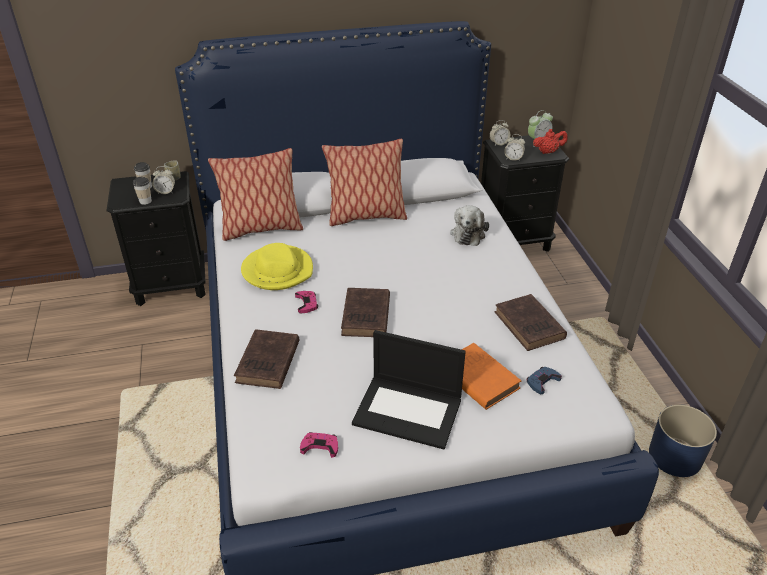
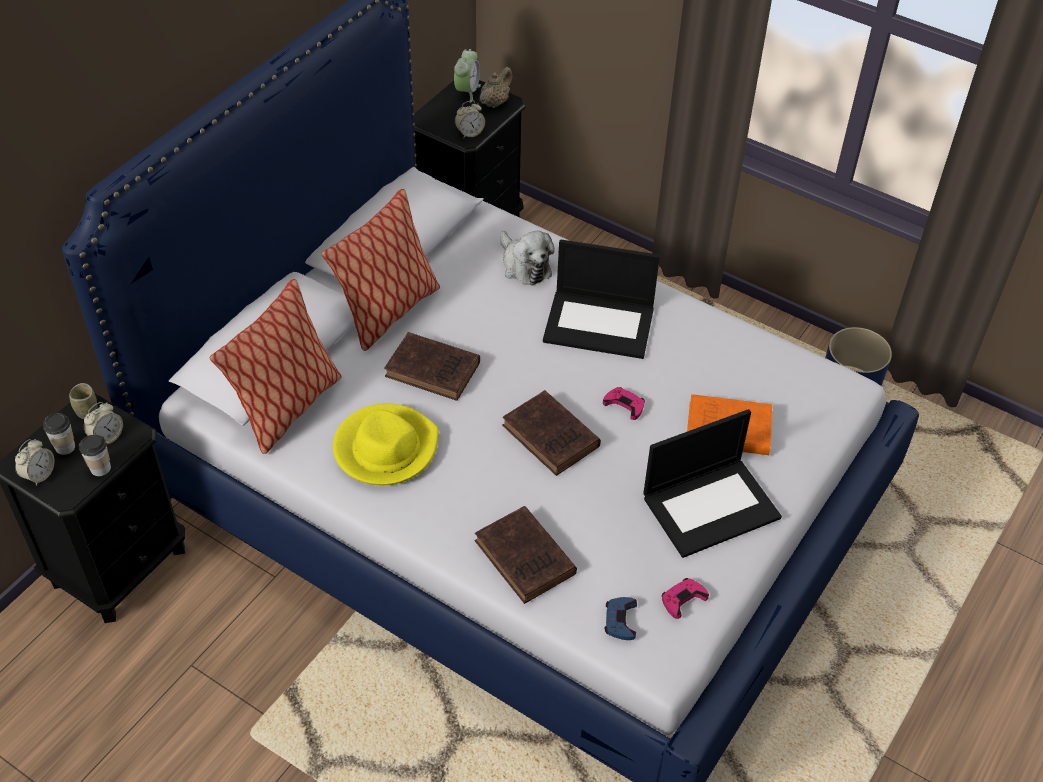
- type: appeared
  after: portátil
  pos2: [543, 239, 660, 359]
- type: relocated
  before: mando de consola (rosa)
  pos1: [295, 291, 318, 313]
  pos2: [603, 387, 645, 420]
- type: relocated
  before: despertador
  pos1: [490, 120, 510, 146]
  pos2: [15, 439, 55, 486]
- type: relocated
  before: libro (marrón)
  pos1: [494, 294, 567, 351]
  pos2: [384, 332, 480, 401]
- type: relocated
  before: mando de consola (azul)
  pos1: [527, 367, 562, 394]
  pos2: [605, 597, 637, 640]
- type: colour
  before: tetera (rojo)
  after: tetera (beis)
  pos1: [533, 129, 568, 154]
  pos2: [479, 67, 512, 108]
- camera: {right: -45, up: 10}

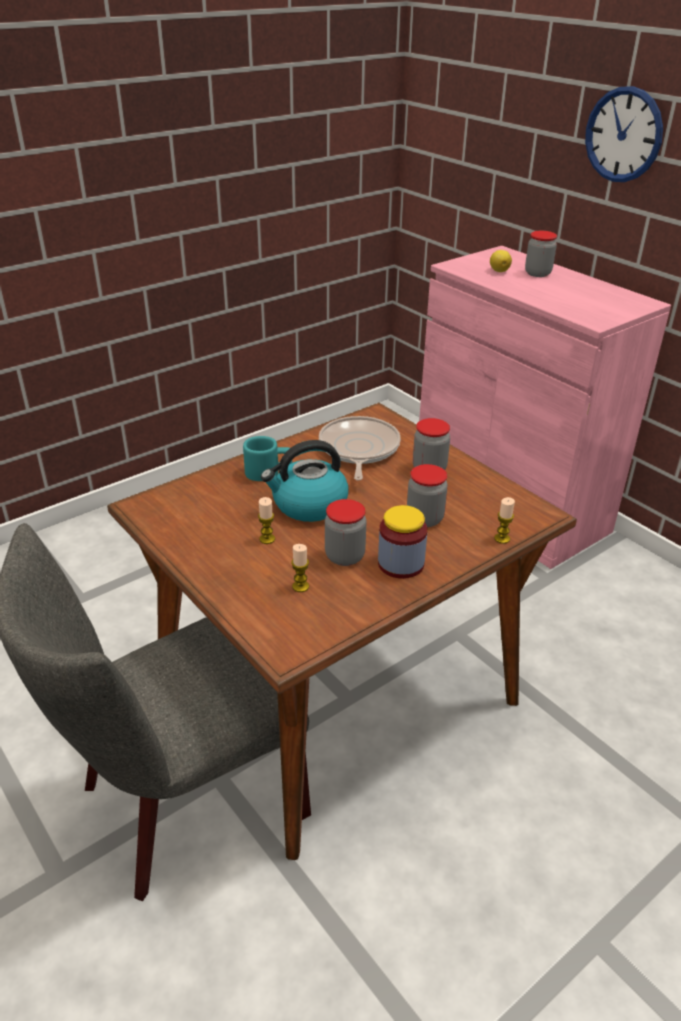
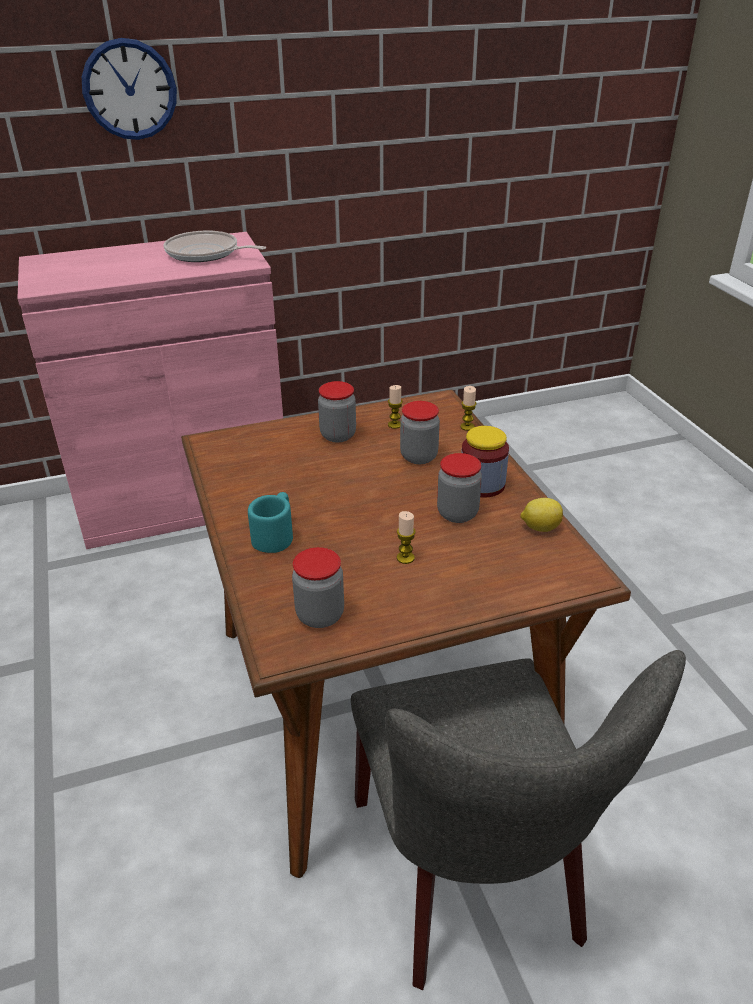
- type: missing
  before: hervidor
  pos1: [261, 440, 349, 522]
- type: relocated
  before: vela
  pos1: [291, 544, 309, 592]
  pos2: [388, 385, 403, 429]
- type: relocated
  before: sartén
  pos1: [319, 416, 401, 481]
  pos2: [163, 230, 266, 262]
- type: relocated
  before: limón
  pos1: [490, 250, 512, 272]
  pos2: [520, 498, 563, 532]
- type: relocated
  before: tarro
  pos1: [525, 231, 557, 277]
  pos2: [292, 547, 344, 628]
- camera: {right: -70, up: 0}

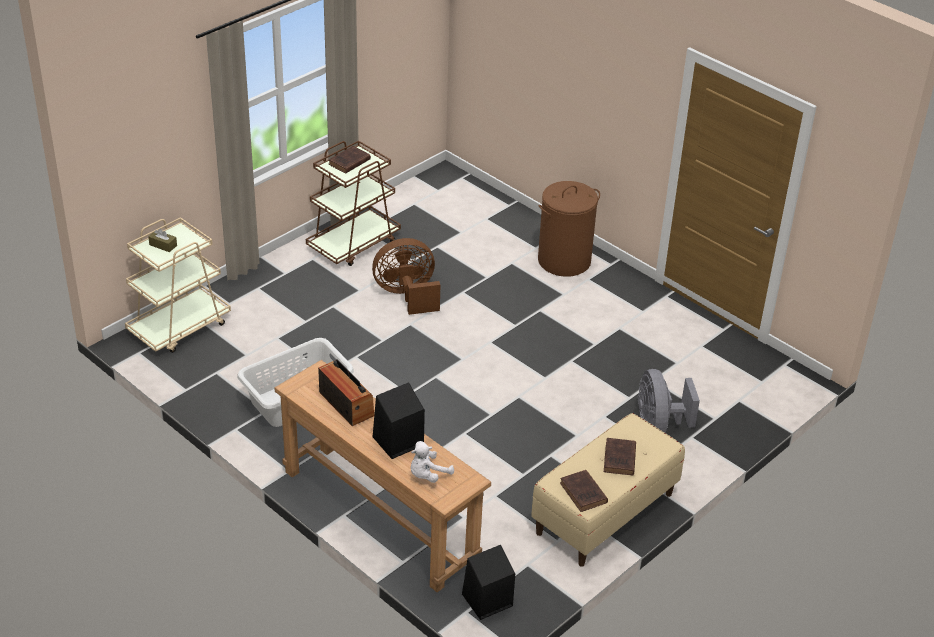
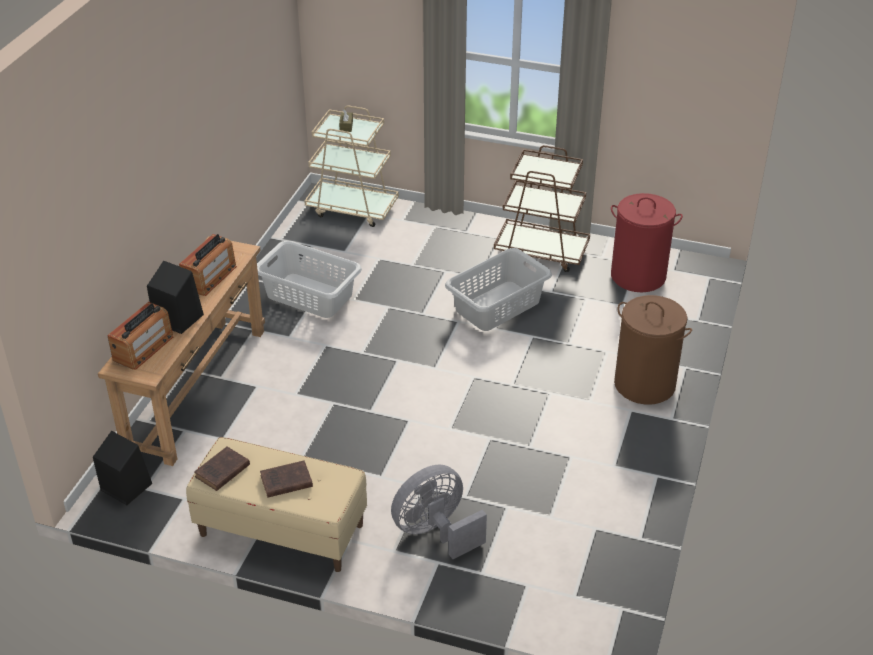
- type: missing
  before: libro (marrón)
  pos1: [329, 146, 371, 174]
- type: appeared
  after: cesto de la ropa (rojo)
  pos2: [611, 193, 683, 292]
- type: exchanged
  before: ventilador (marrón)
  after: cesto de la ropa (gris)
  pos1: [372, 238, 440, 315]
  pos2: [445, 248, 552, 331]
- type: exchanged
  before: peluche (blanco)
  after: radio
  pos1: [411, 441, 454, 483]
  pos2: [107, 302, 174, 370]
- camera: {right: 65, up: 0}

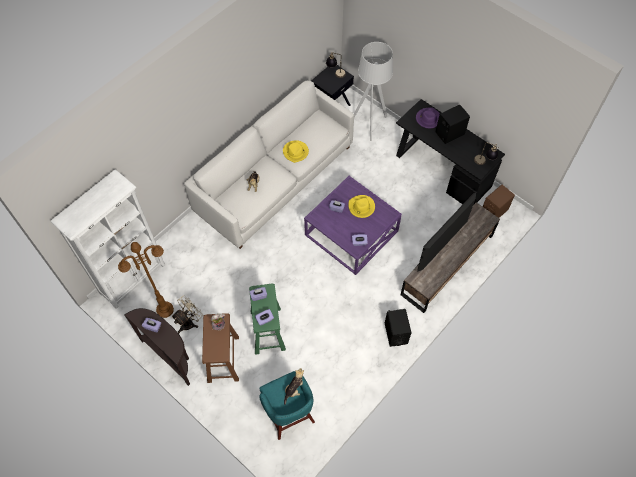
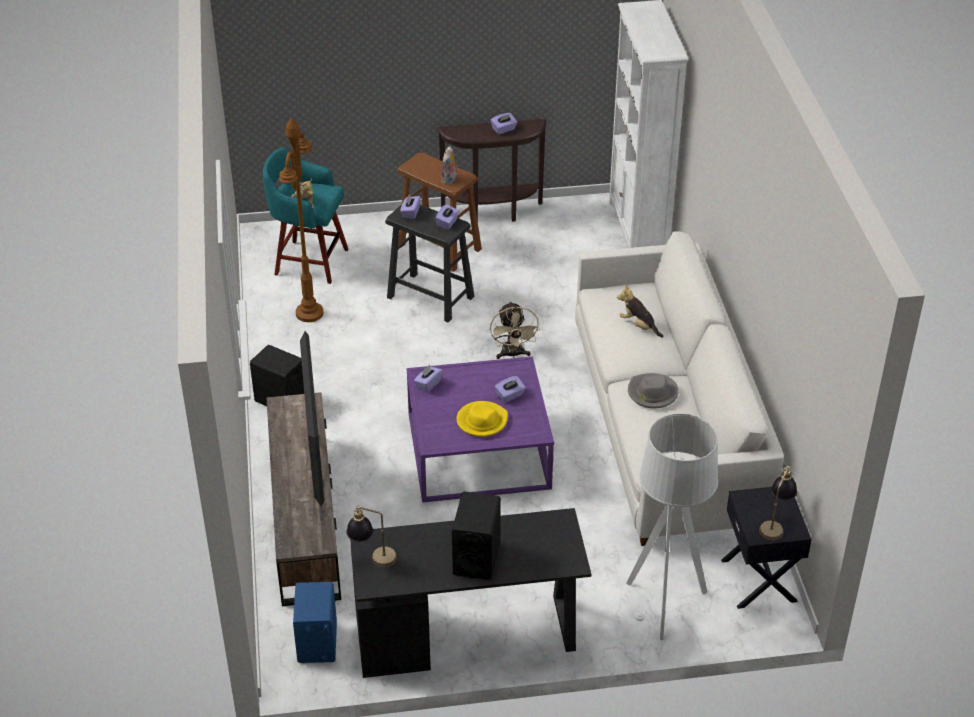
- type: missing
  before: sombrero (morado)
  pos1: [416, 107, 440, 128]
- type: relocated
  before: lámpara de pie (marrón)
  pos1: [118, 242, 174, 318]
  pos2: [279, 118, 324, 322]
- type: relocated
  before: ventilador (beis)
  pos1: [171, 295, 202, 333]
  pos2: [490, 301, 540, 359]
- type: colour
  before: taburete (verde)
  after: taburete (negro)
  pos1: [249, 284, 286, 355]
  pos2: [385, 204, 474, 322]
- type: colour
  before: sombrero (amarillo)
  after: sombrero (gris)
  pos1: [283, 140, 309, 163]
  pos2: [628, 373, 679, 409]
- type: colour
  before: altavoz (marrón)
  after: altavoz (azul)
  pos1: [483, 185, 515, 218]
  pos2: [293, 582, 337, 663]
- camera: {right: 130, up: -20}

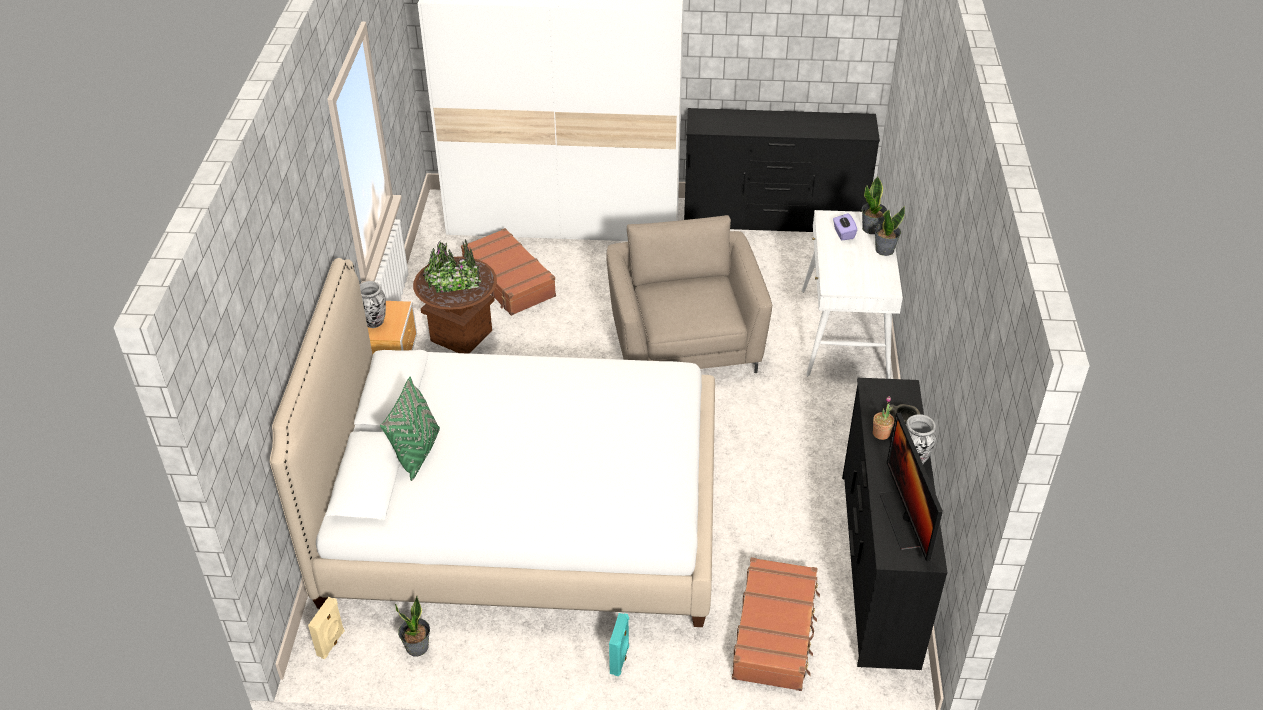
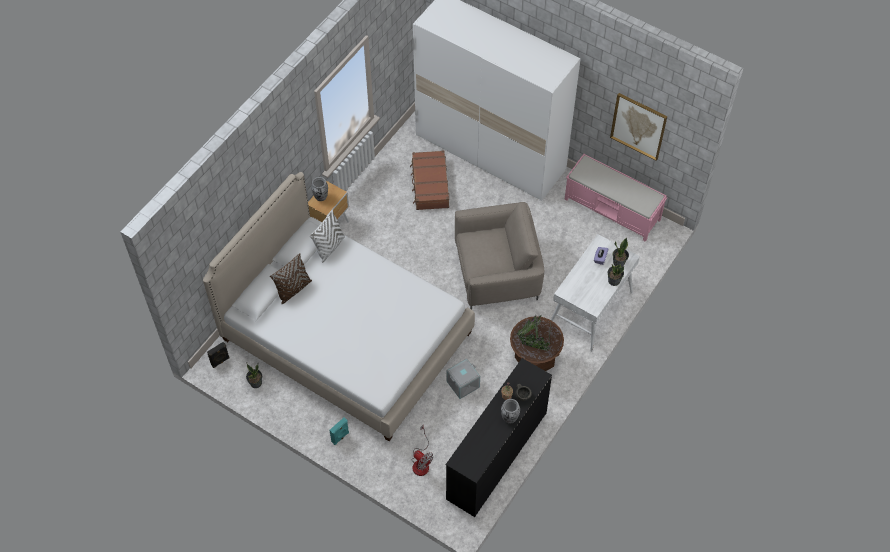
- type: missing
  before: monitor
  pos1: [880, 413, 943, 561]
- type: appeared
  after: cojín (blanco)
  pos2: [309, 210, 345, 263]
- type: appeared
  after: caja de almacenaje (gris)
  pos2: [447, 358, 480, 399]
- type: appeared
  after: cuadro
  pos2: [610, 93, 667, 161]
- type: relocated
  before: maceta (marrón)
  pos1: [413, 239, 497, 354]
  pos2: [510, 315, 564, 371]
- type: exchanged
  before: cómoda (negro)
  after: banco (rosa)
  pos1: [684, 108, 880, 232]
  pos2: [565, 154, 667, 242]
- type: exchanged
  before: maleta (marrón)
  after: ventilador
  pos1: [732, 557, 820, 691]
  pos2: [412, 424, 433, 476]
- type: colour
  before: altavoz (beis)
  after: altavoz (negro)
  pos1: [308, 597, 345, 659]
  pos2: [207, 342, 230, 368]
- type: colour
  before: cojín (verde)
  after: cojín (marrón)
  pos1: [380, 377, 440, 481]
  pos2: [270, 253, 312, 304]
- type: spun
  before: sillón (beis)
  pos1: [607, 215, 772, 373]
  pos2: [455, 202, 544, 309]
  turn: 60
- camera: {right: 30, up: 15}

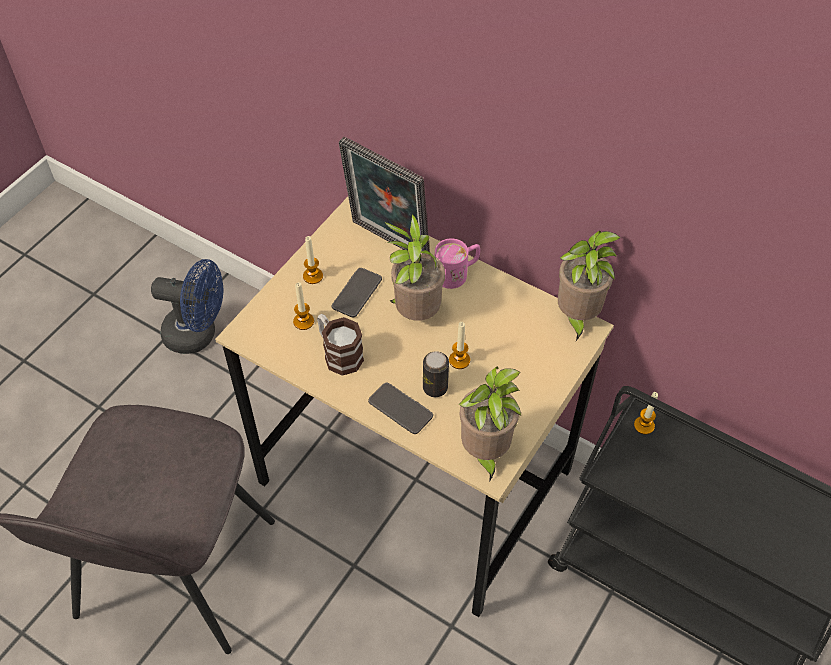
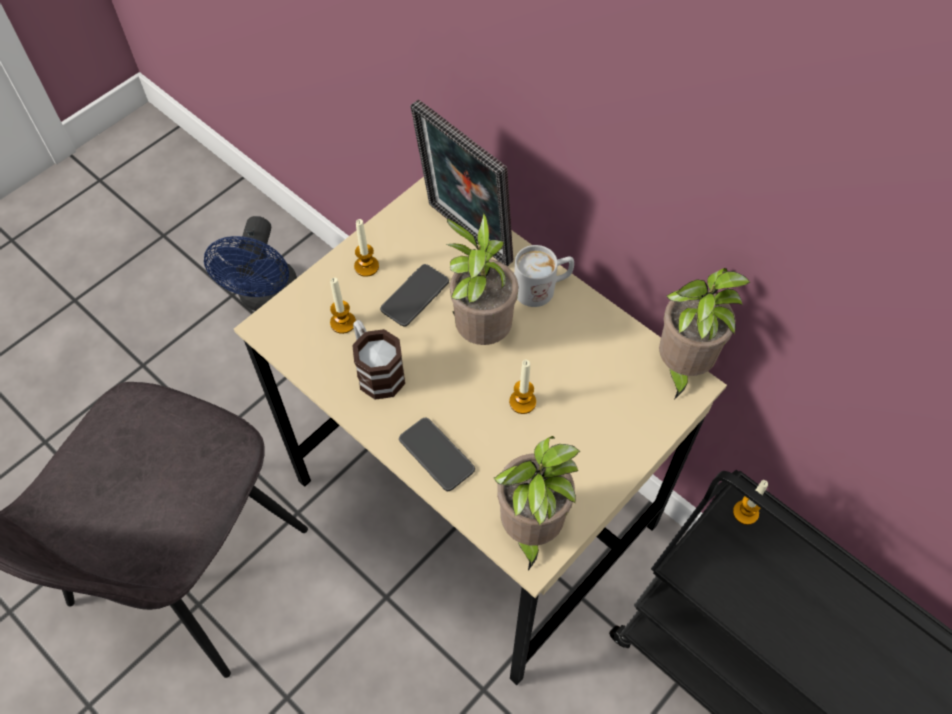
- type: missing
  before: lata
  pos1: [423, 351, 449, 397]
- type: colour
  before: taza grande (rosa)
  after: taza grande (blanco)
  pos1: [435, 239, 480, 289]
  pos2: [514, 245, 574, 307]
- type: spun
  before: ventilador (azul)
  pos1: [151, 259, 223, 354]
  pos2: [204, 216, 297, 311]
  turn: 75
- camera: {right: 10, up: 5}

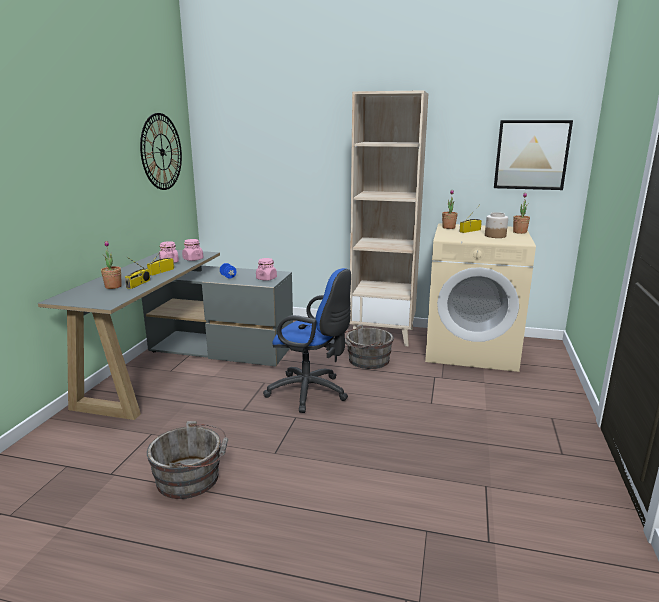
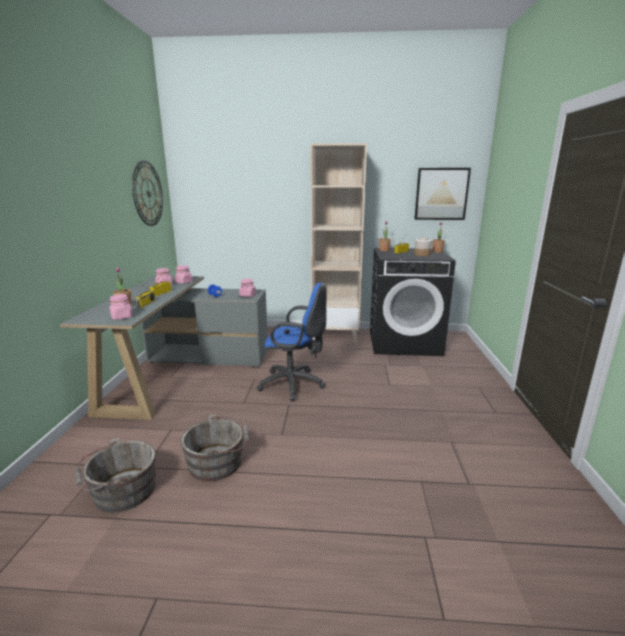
- type: appeared
  after: tarro (rosa)
  pos2: [110, 294, 133, 320]
- type: relocated
  before: cubo (gris)
  pos1: [344, 324, 394, 369]
  pos2: [75, 438, 156, 513]
- type: colour
  before: lavadora (beis)
  after: lavadora (negro)
  pos1: [425, 223, 536, 372]
  pos2: [370, 248, 456, 356]
- camera: {right: -10, up: 0}

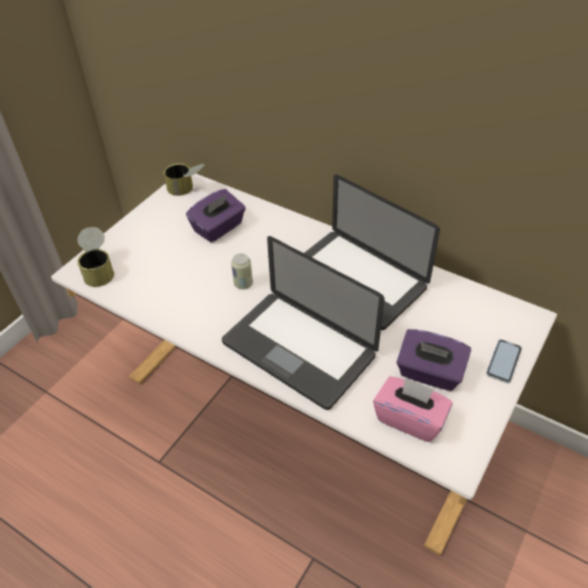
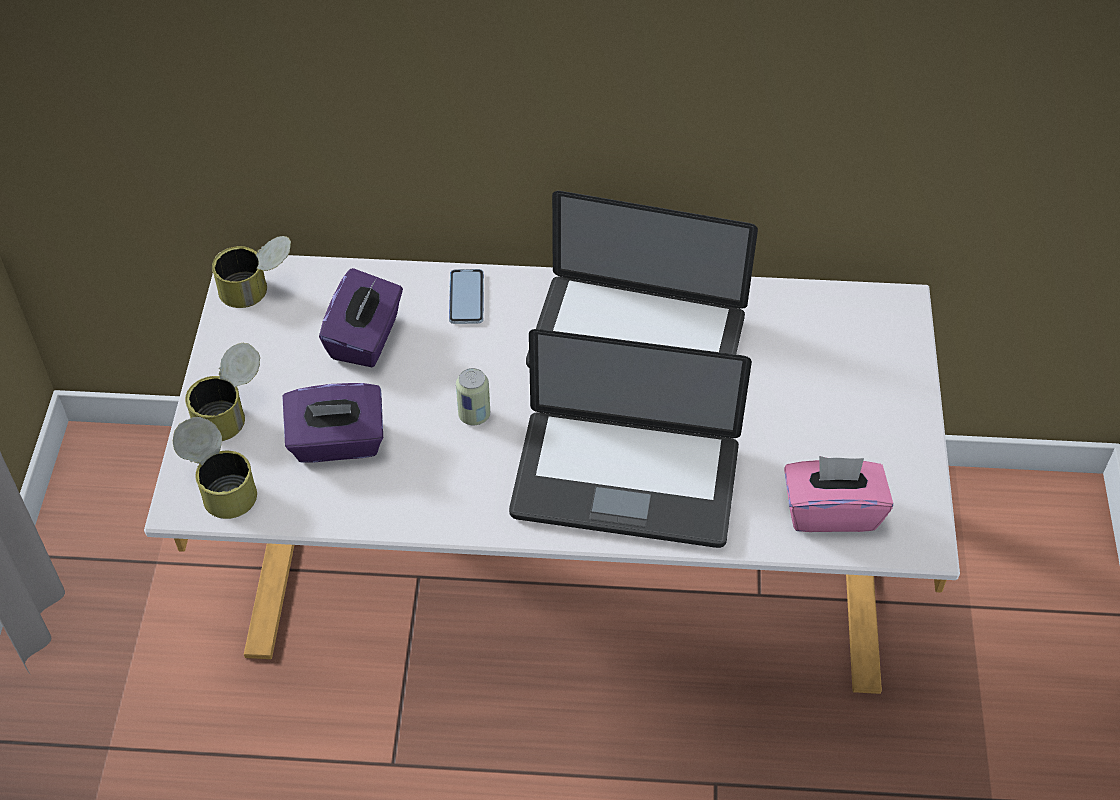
- type: appeared
  after: lata
  pos2: [185, 343, 260, 441]
- type: relocated
  before: caja de pañuelos (morado)
  pos1: [397, 329, 471, 391]
  pos2: [283, 383, 383, 463]
- type: relocated
  before: móvil
  pos1: [486, 339, 522, 383]
  pos2: [449, 269, 484, 324]
- camera: {right: -30, up: 5}

